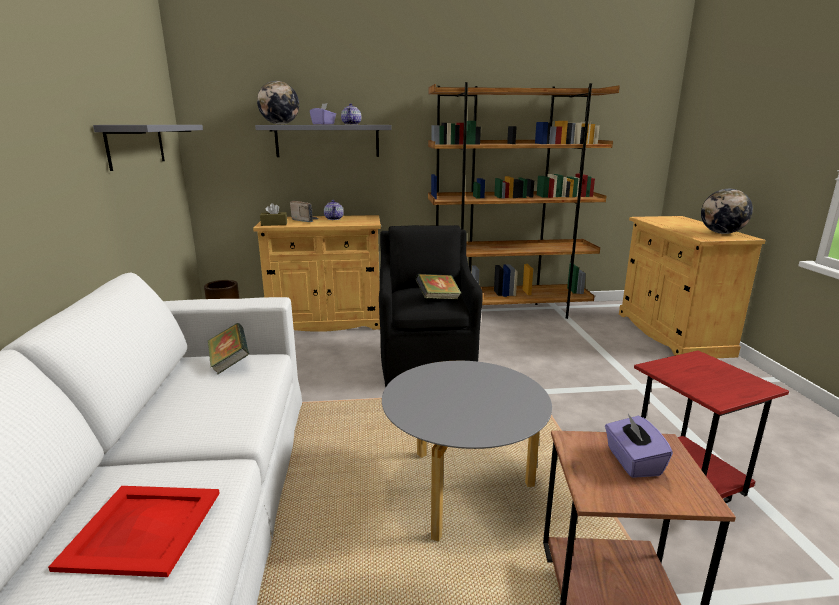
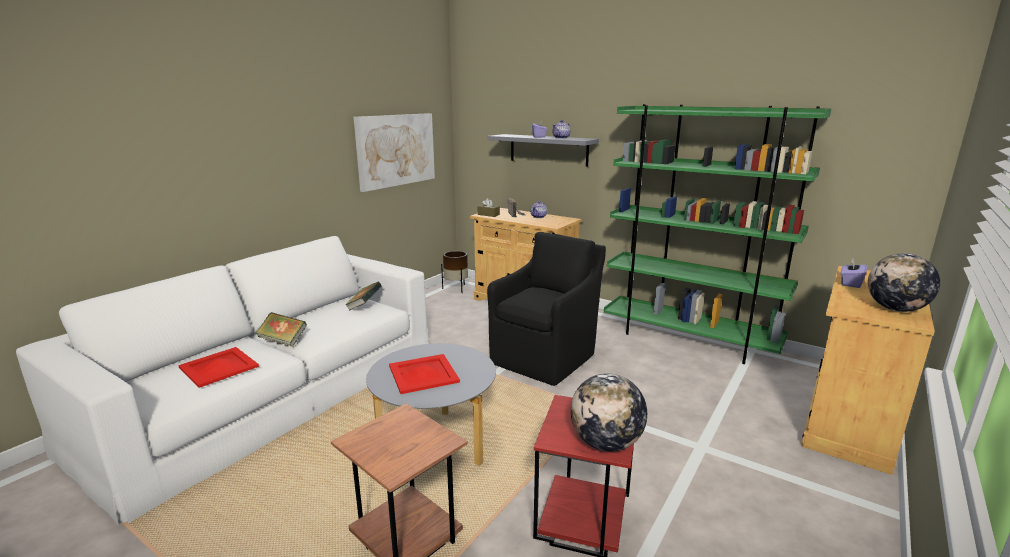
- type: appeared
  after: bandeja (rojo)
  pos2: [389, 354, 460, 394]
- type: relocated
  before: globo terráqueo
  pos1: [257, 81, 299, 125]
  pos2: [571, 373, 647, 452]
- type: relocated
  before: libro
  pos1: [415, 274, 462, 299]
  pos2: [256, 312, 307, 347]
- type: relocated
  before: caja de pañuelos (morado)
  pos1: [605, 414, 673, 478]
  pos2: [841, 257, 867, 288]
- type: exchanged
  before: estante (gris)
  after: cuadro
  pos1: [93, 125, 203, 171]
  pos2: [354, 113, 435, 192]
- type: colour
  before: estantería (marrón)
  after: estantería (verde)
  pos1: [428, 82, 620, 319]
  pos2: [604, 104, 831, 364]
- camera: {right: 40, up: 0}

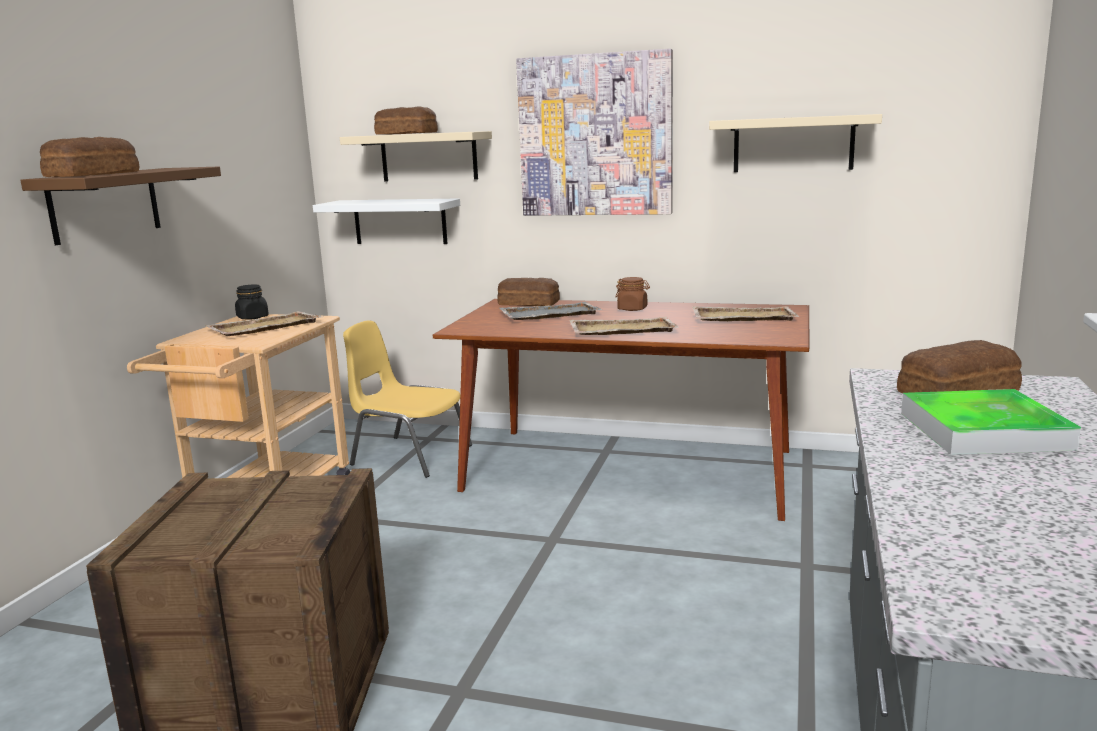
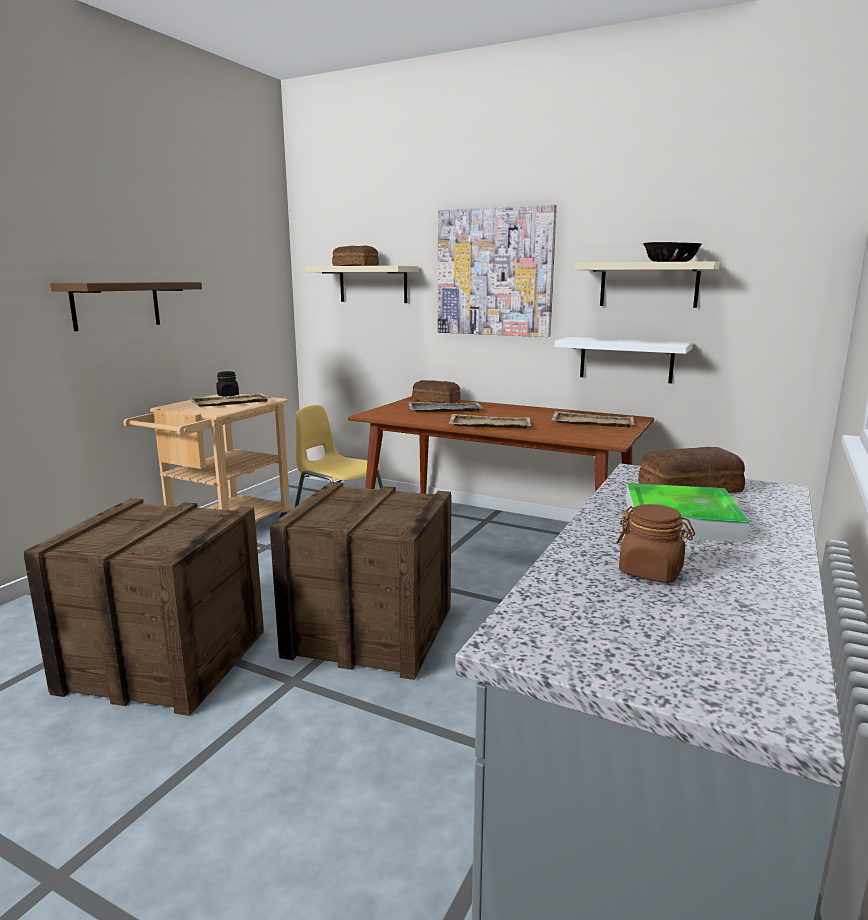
- type: missing
  before: pan
  pos1: [40, 137, 139, 177]
- type: appeared
  after: caja de embalaje
  pos2: [270, 482, 451, 680]
- type: appeared
  after: cuenco
  pos2: [643, 242, 702, 262]
- type: relocated
  before: estante (blanco)
  pos1: [313, 198, 460, 244]
  pos2: [555, 337, 693, 383]
- type: relocated
  before: tarro (marrón)
  pos1: [615, 277, 650, 311]
  pos2: [616, 504, 695, 583]
- camera: {right: 10, up: 0}

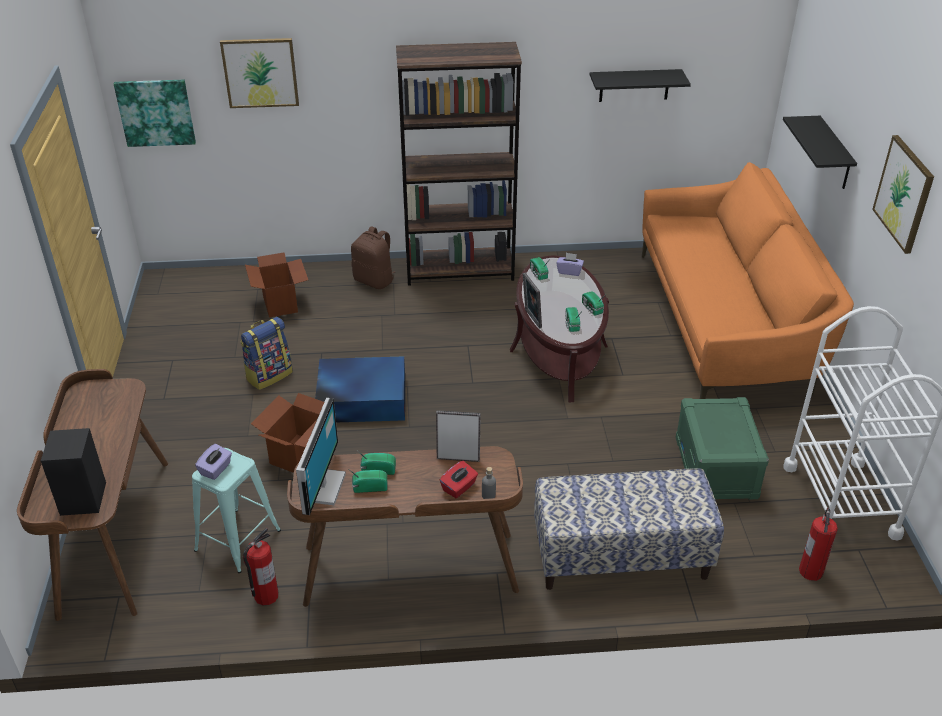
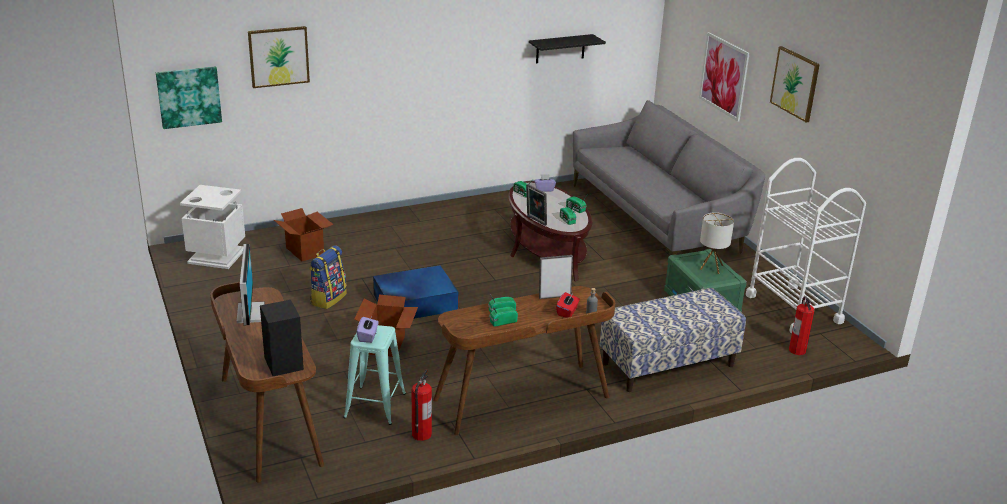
- type: missing
  before: mochila (marrón)
  pos1: [351, 227, 395, 289]
- type: missing
  before: estantería (marrón)
  pos1: [396, 42, 522, 286]
- type: appeared
  after: papelera (blanco)
  pos2: [180, 185, 245, 269]
- type: appeared
  after: lámpara de mesa
  pos2: [700, 212, 734, 274]
- type: relocated
  before: monitor
  pos1: [296, 398, 346, 515]
  pos2: [237, 244, 265, 326]
- type: exchanged
  before: estante (negro)
  after: cuadro
  pos1: [783, 116, 857, 189]
  pos2: [699, 32, 750, 122]
- type: colour
  before: sofá (naranja)
  after: sofá (gris)
  pos1: [642, 162, 854, 399]
  pos2: [573, 100, 765, 256]
- camera: {right: -20, up: -10}

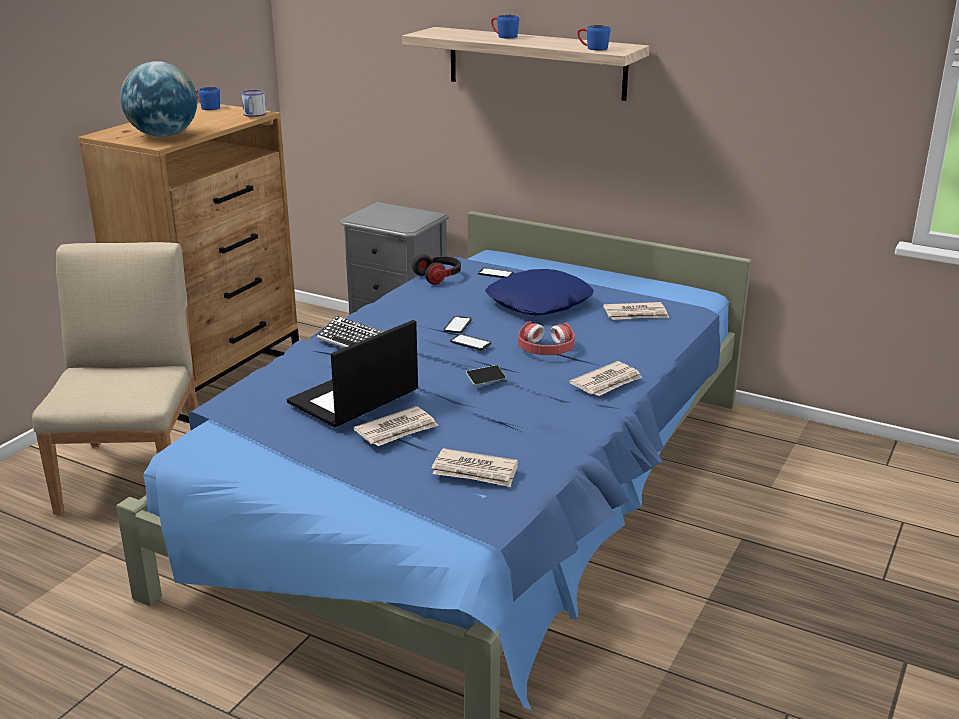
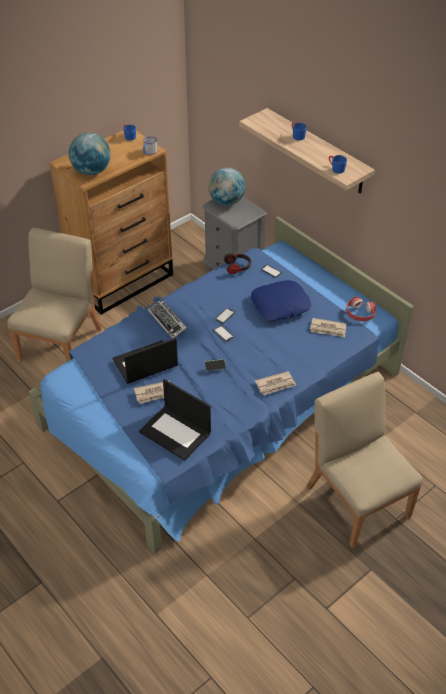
- type: appeared
  after: globo terráqueo
  pos2: [208, 168, 245, 206]
- type: appeared
  after: silla (beis)
  pos2: [306, 372, 423, 548]
- type: relocated
  before: auriculares (rojo)
  pos1: [518, 321, 575, 355]
  pos2: [346, 296, 376, 321]
- type: exchanged
  before: periódico
  after: portátil
  pos1: [431, 448, 518, 487]
  pos2: [139, 379, 211, 461]
- camera: {right: 20, up: 20}

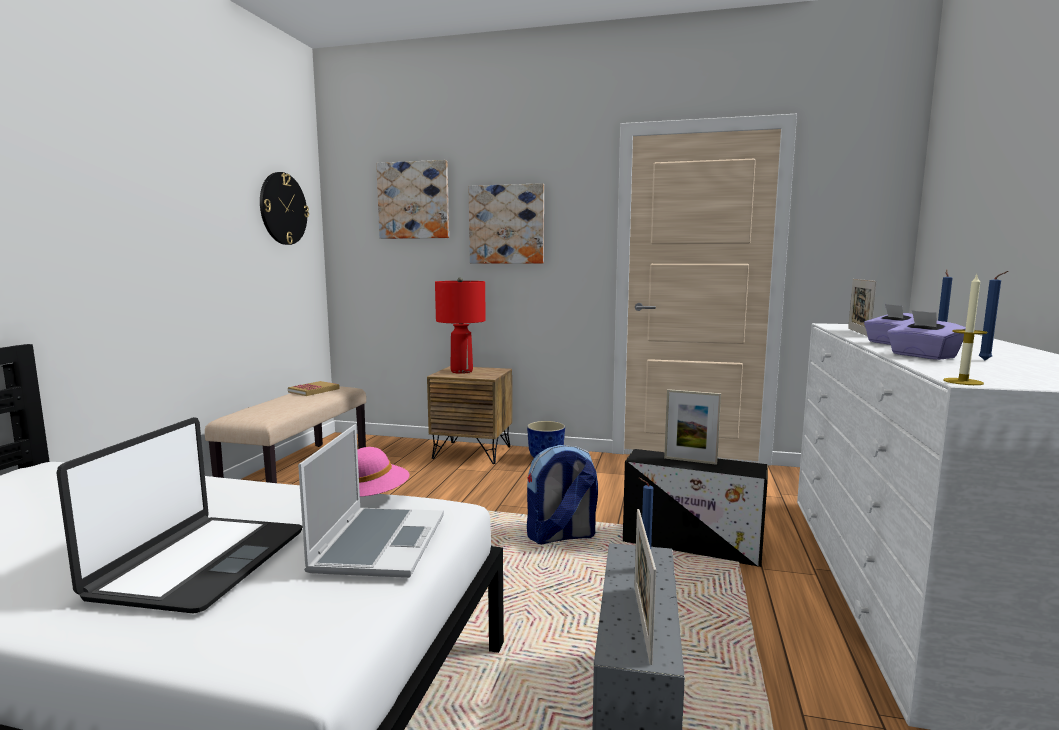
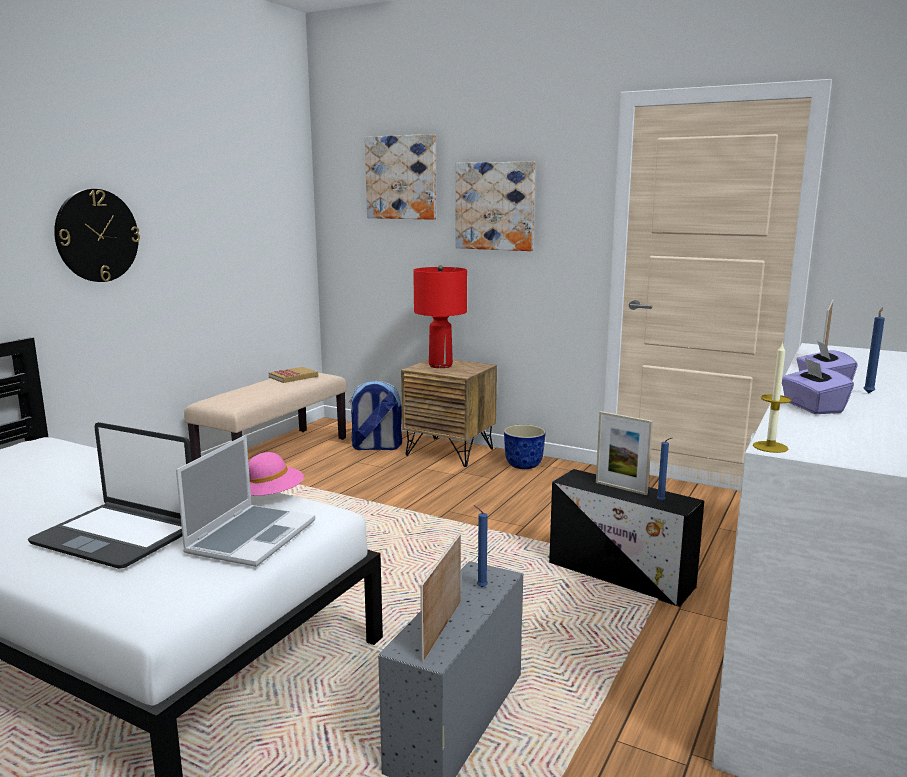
- type: relocated
  before: reloj de pared
  pos1: [260, 172, 309, 245]
  pos2: [54, 189, 140, 282]
- type: relocated
  before: mochila
  pos1: [527, 445, 598, 544]
  pos2: [349, 380, 402, 450]
- type: relocated
  before: vela (azul)
  pos1: [979, 271, 1009, 360]
  pos2: [657, 438, 671, 501]
- type: spun
  before: portátil
  pos1: [56, 417, 303, 614]
  pos2: [28, 422, 192, 569]
  turn: 90
- camera: {right: 15, up: 5}

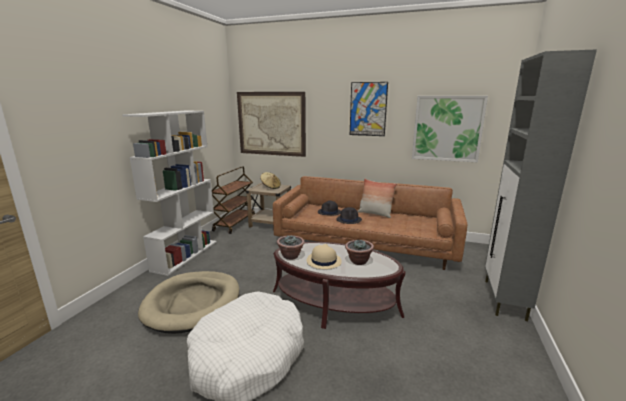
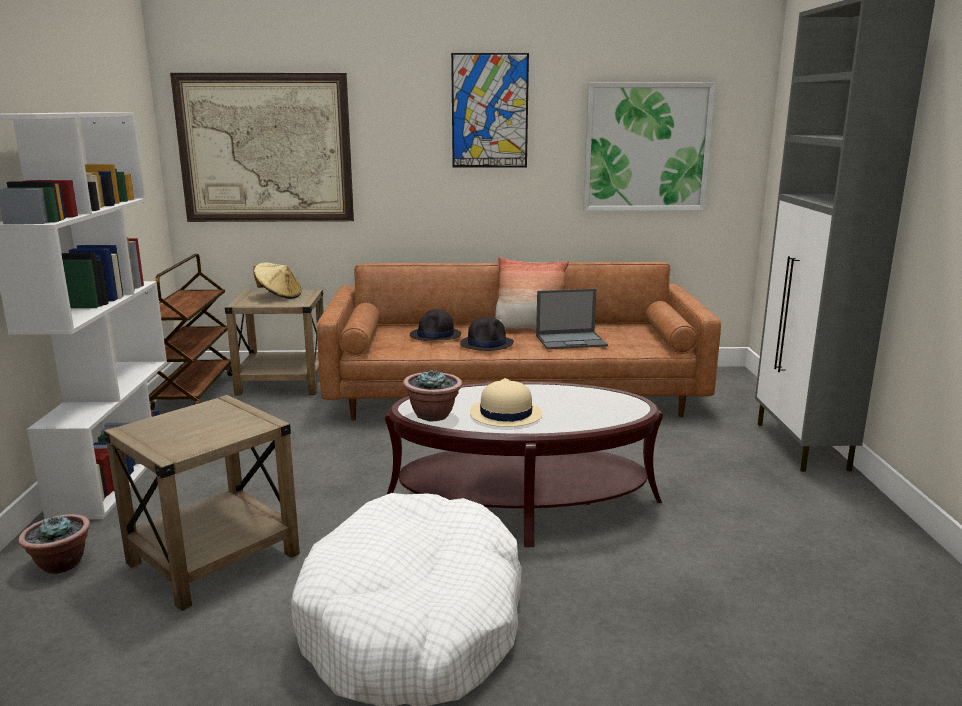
- type: appeared
  after: portátil
  pos2: [536, 289, 608, 349]
- type: relocated
  before: planta en maceta
  pos1: [345, 239, 374, 265]
  pos2: [18, 514, 90, 574]
- type: exchanged
  before: cama para perro (beis)
  after: mesa auxiliar (beis)
  pos1: [138, 271, 239, 334]
  pos2: [104, 395, 300, 611]
- camera: {right: -20, up: 0}

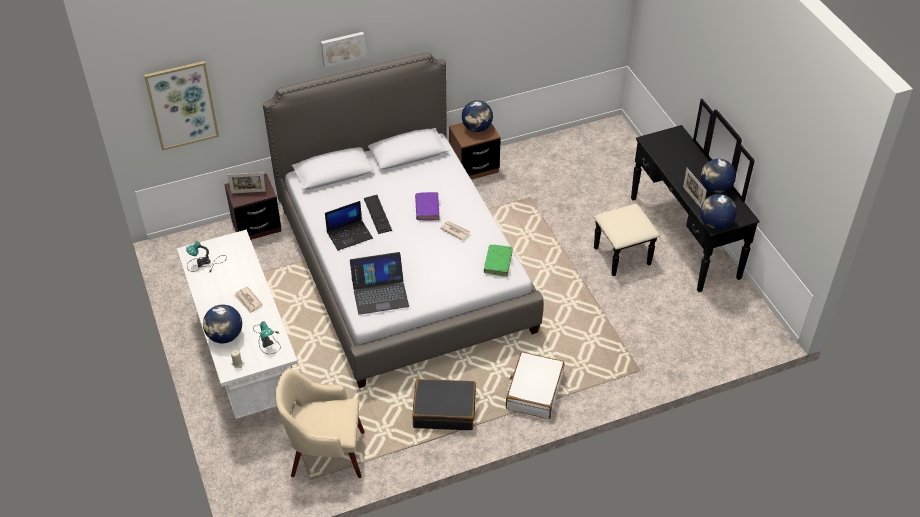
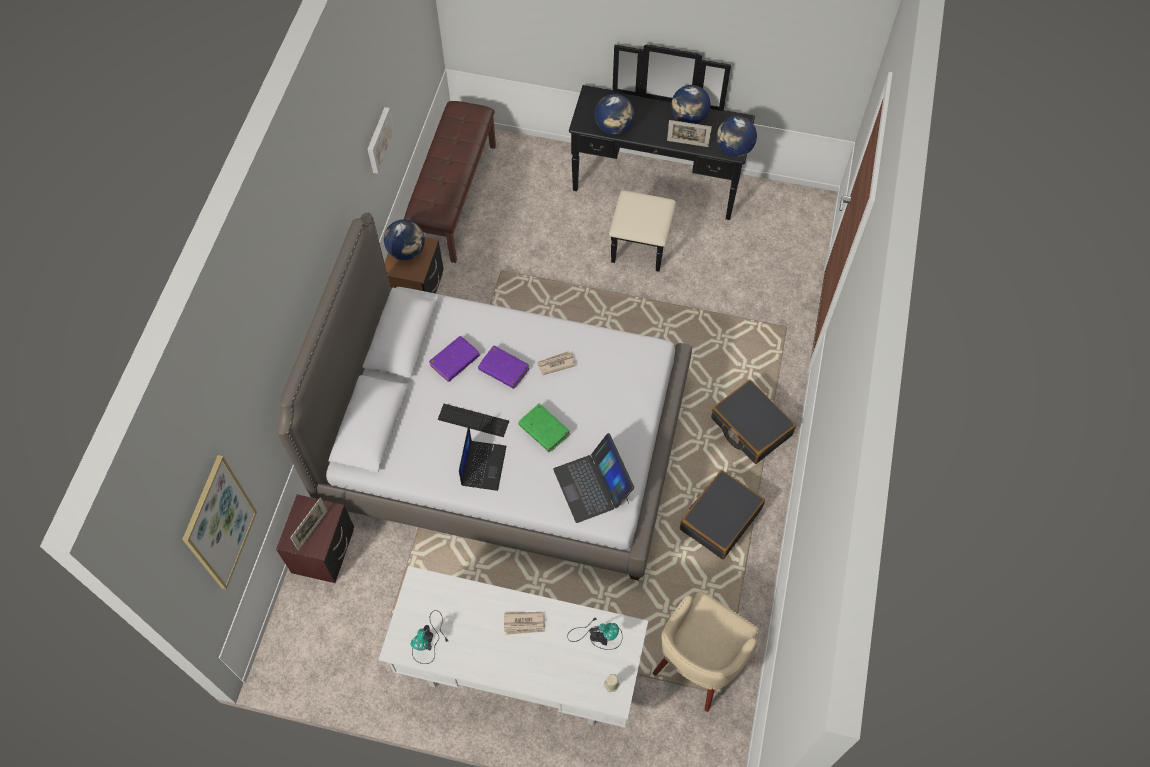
- type: appeared
  after: banco (marrón)
  pos2: [404, 101, 496, 263]
- type: appeared
  after: libro (morado)
  pos2: [429, 336, 480, 382]
- type: relocated
  before: globo terráqueo
  pos1: [203, 305, 242, 343]
  pos2: [595, 94, 634, 135]
- type: relocated
  before: cuadro
  pos1: [321, 32, 366, 67]
  pos2: [368, 107, 395, 174]
- type: relocated
  before: libro (verde)
  pos1: [484, 245, 513, 277]
  pos2: [518, 404, 570, 452]
- type: colour
  before: maleta (blanco)
  after: maleta (negro)
  pos1: [506, 352, 564, 419]
  pos2: [711, 380, 796, 464]
- type: spun
  before: portátil
  pos1: [350, 252, 409, 315]
  pos2: [553, 433, 634, 523]
  turn: 135
- camera: {right: -55, up: 15}

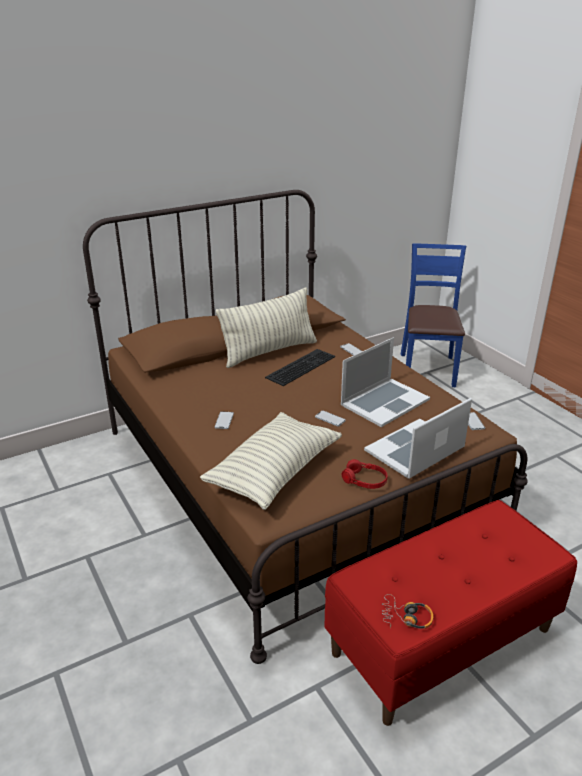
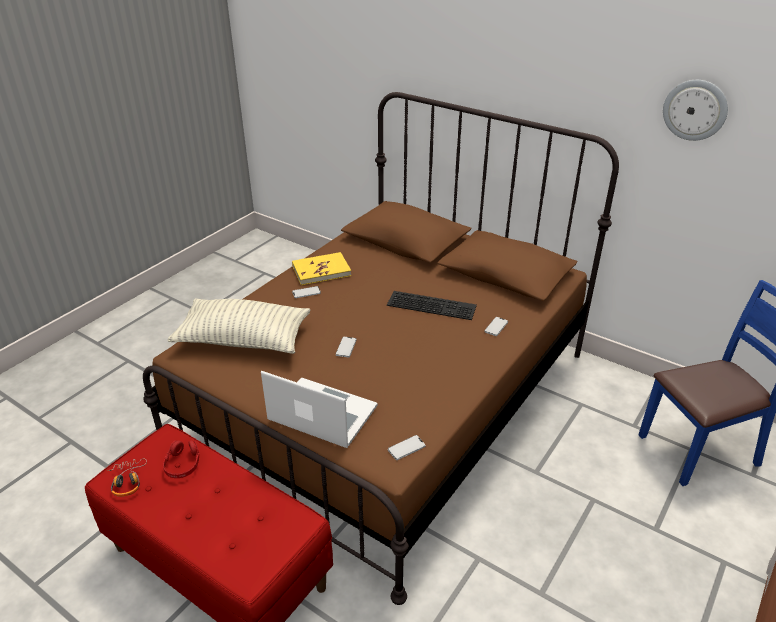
- type: missing
  before: cojín
  pos1: [216, 288, 317, 368]
- type: missing
  before: portátil
  pos1: [341, 337, 430, 427]
- type: appeared
  after: libro (amarillo)
  pos2: [292, 252, 351, 285]
- type: appeared
  after: reloj de pared
  pos2: [663, 80, 728, 141]
- type: relocated
  before: auriculares (rojo)
  pos1: [342, 459, 387, 489]
  pos2: [163, 440, 200, 478]
- camera: {right: 65, up: 5}

